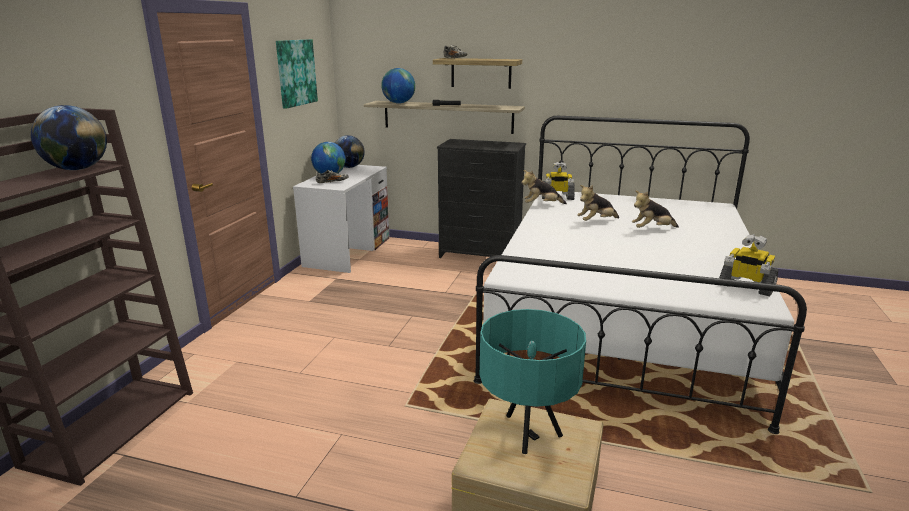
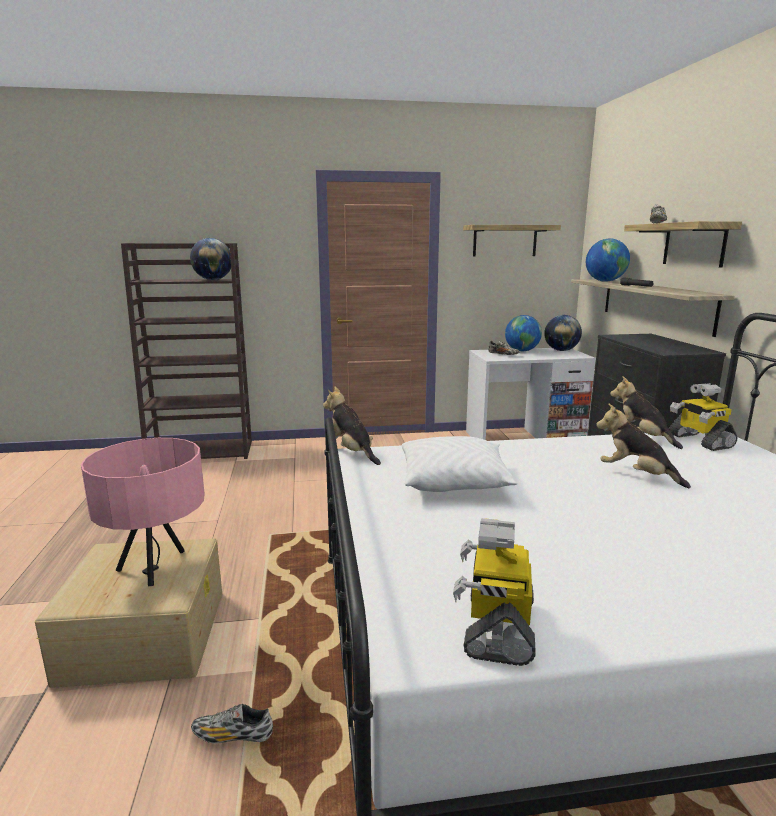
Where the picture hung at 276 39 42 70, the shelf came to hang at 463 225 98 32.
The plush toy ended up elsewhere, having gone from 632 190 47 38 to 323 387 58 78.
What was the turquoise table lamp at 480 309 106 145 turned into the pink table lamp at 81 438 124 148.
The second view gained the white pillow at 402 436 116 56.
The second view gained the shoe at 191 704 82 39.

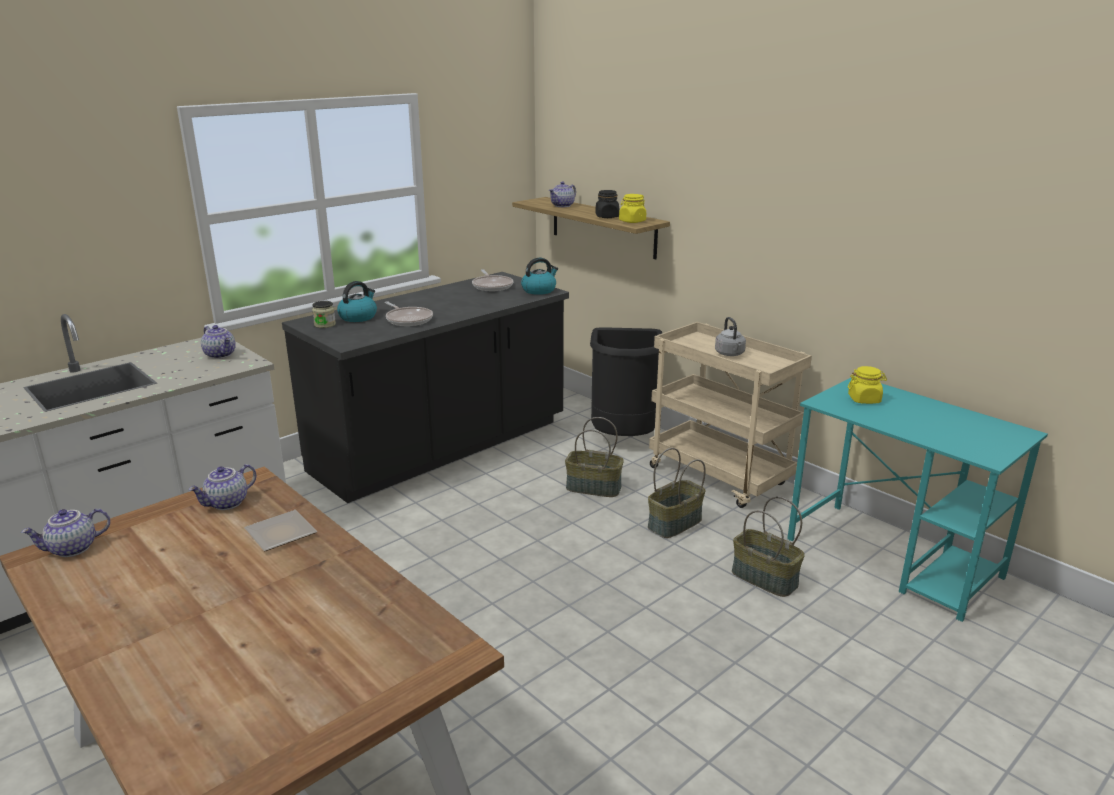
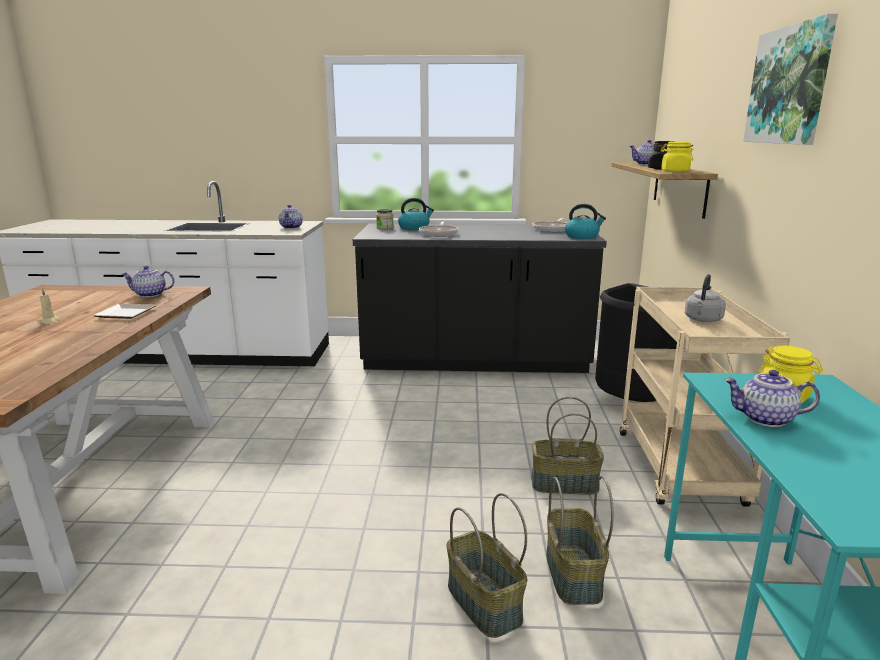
The basket ended up elsewhere, having gone from 565 417 59 80 to 447 493 81 145.
The teapot ended up elsewhere, having gone from 21 508 89 49 to 724 370 96 57.
The second view gained the picture at 743 14 95 131.
The second view gained the beige candle at 38 288 21 36.

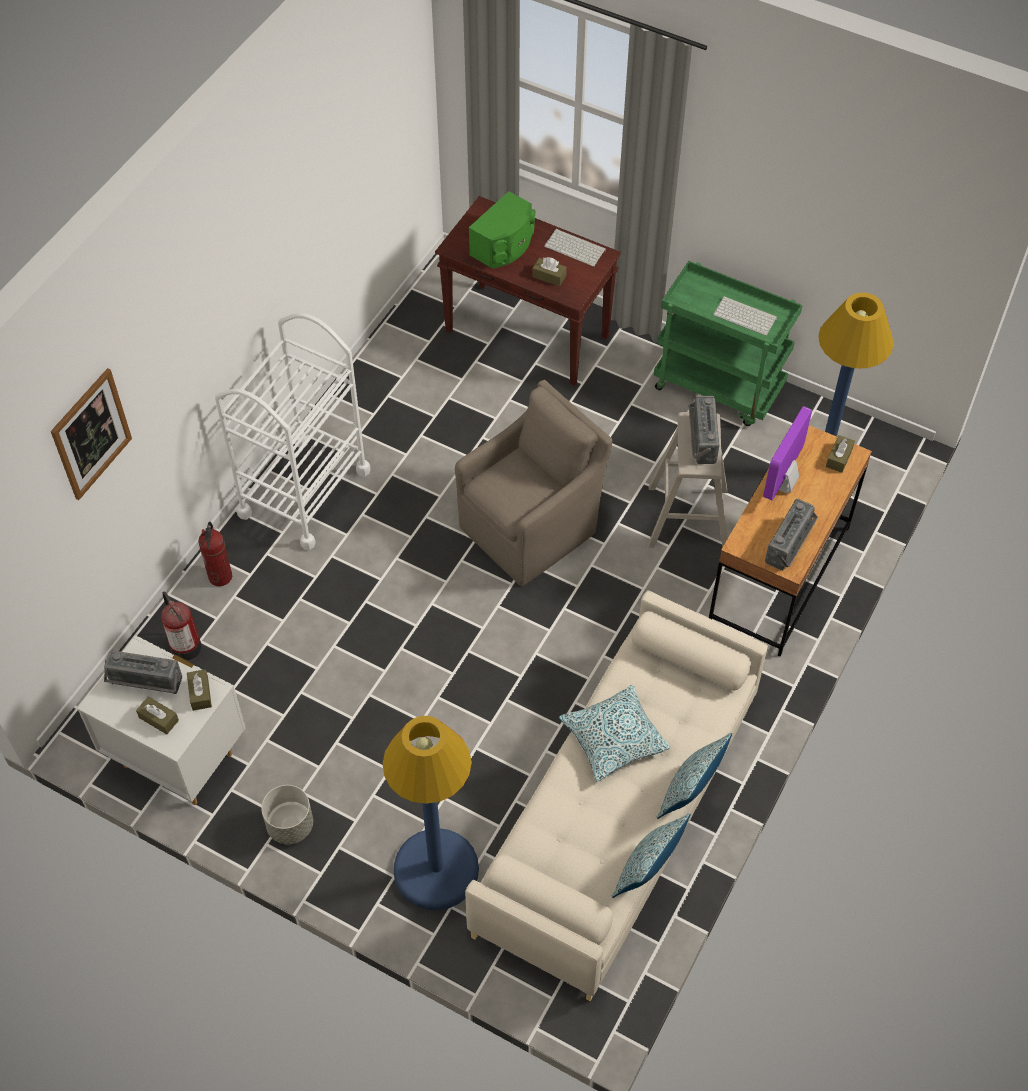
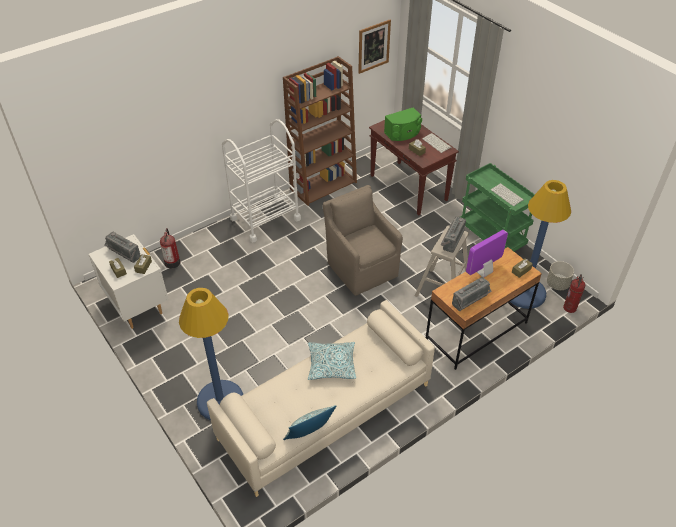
The picture ended up elsewhere, having gone from 51 368 81 132 to 358 20 33 54.
The brown armchair at 455 380 157 206 ended up facing another way, 105 degrees counterclockwise from before.
The fire extinguisher ended up elsewhere, having gone from 198 522 34 64 to 563 274 22 39.
The second view lost the pillow at 657 733 75 86.
The grey planter ended up elsewhere, having gone from 261 785 52 59 to 547 261 27 29.
The second view gained the brown bookcase at 283 56 74 150.

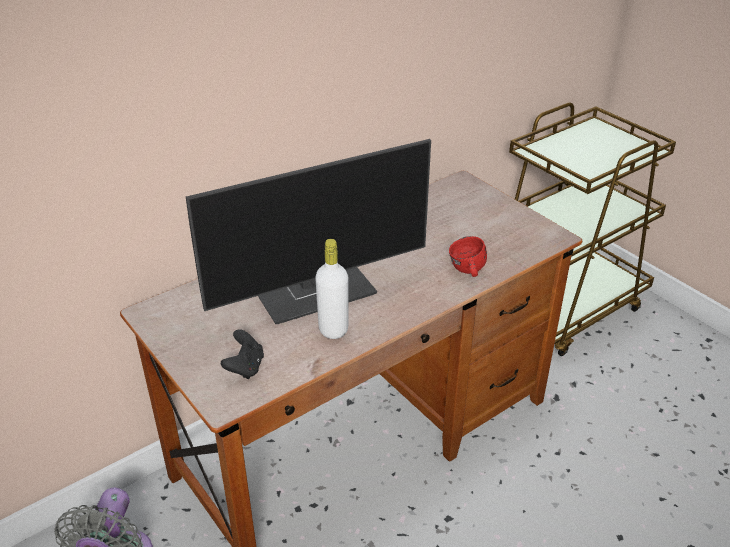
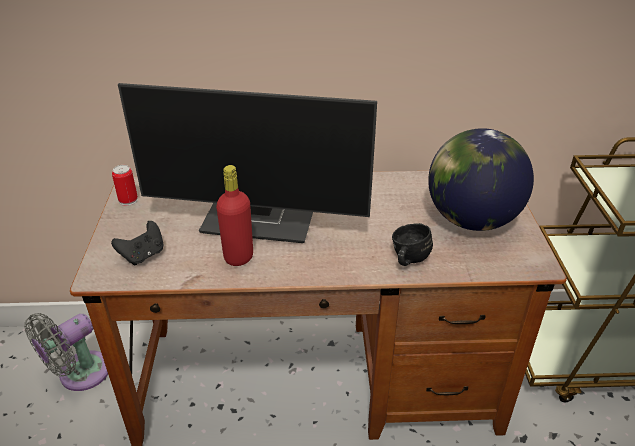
What was the red mug at 449 236 38 41 turned into the black mug at 392 223 41 43.
What was the white bottle at 315 239 33 100 turned into the red bottle at 216 165 37 101.
The second view gained the globe at 428 128 106 103.
The second view gained the can at 112 165 26 41.

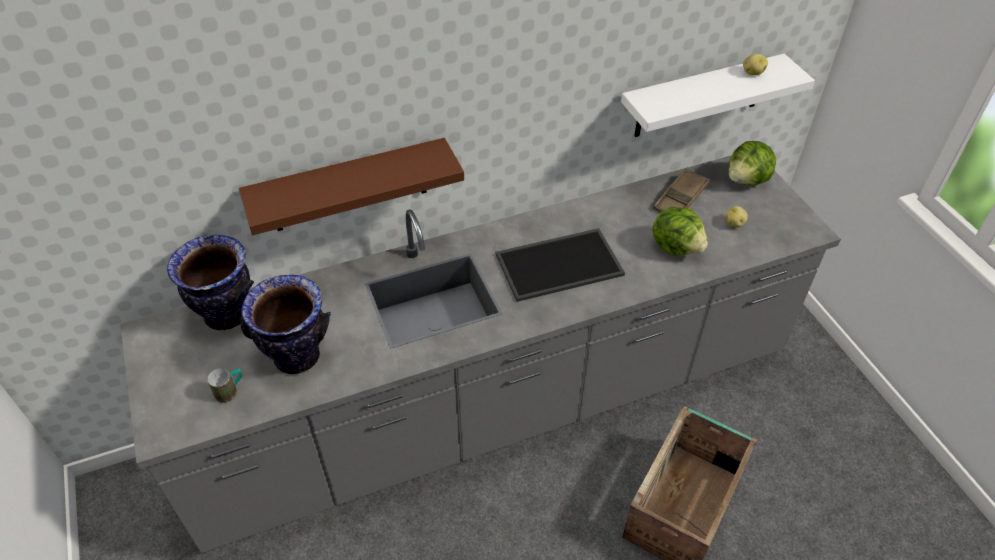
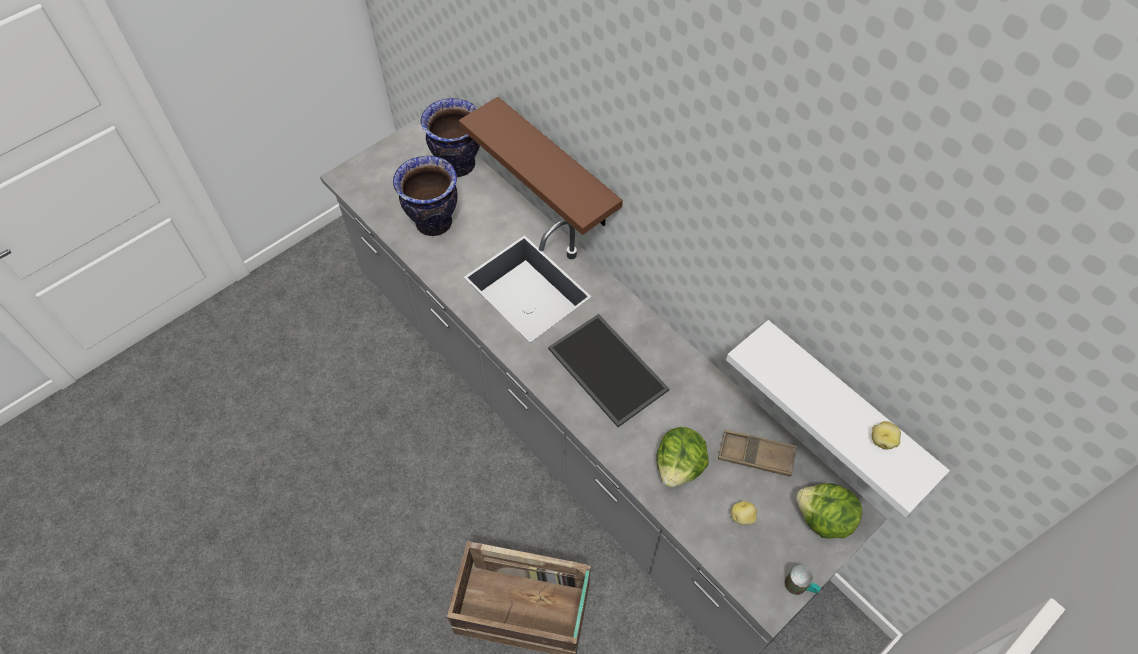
The mug ended up elsewhere, having gone from 207 368 35 35 to 785 565 36 30.

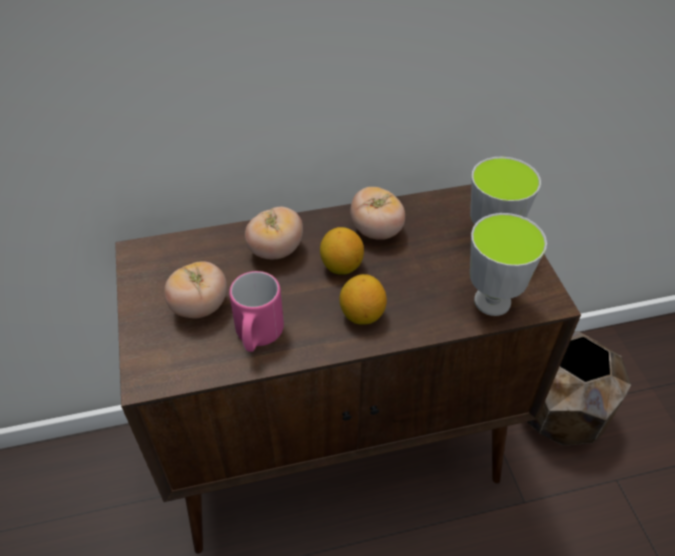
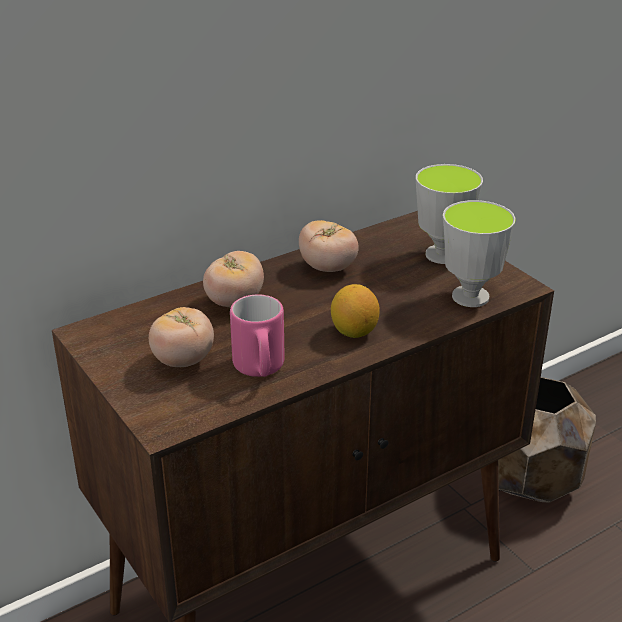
The second view lost the lemon at 320 227 44 48.

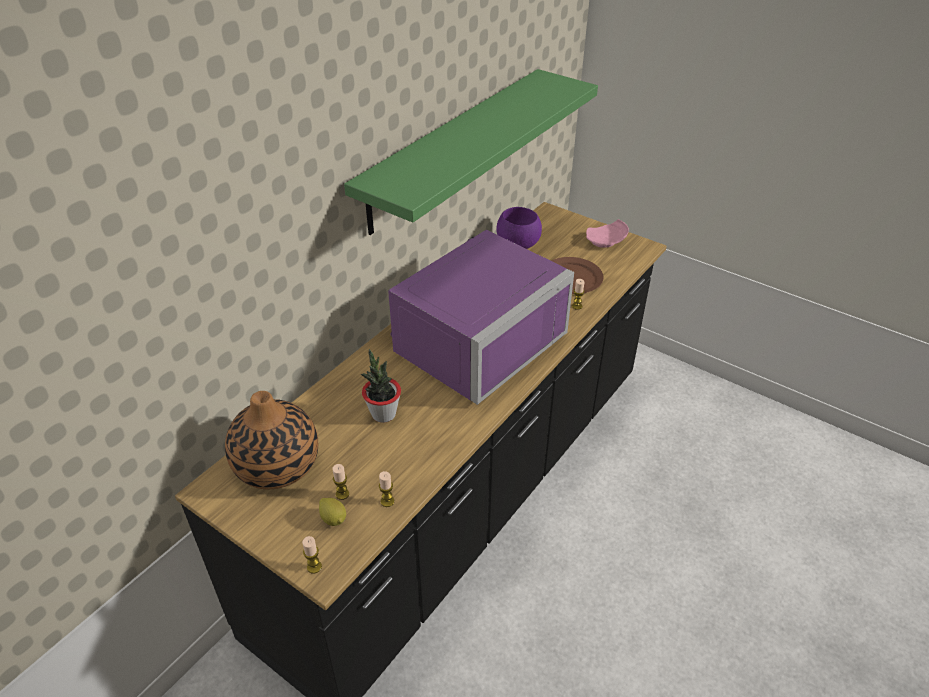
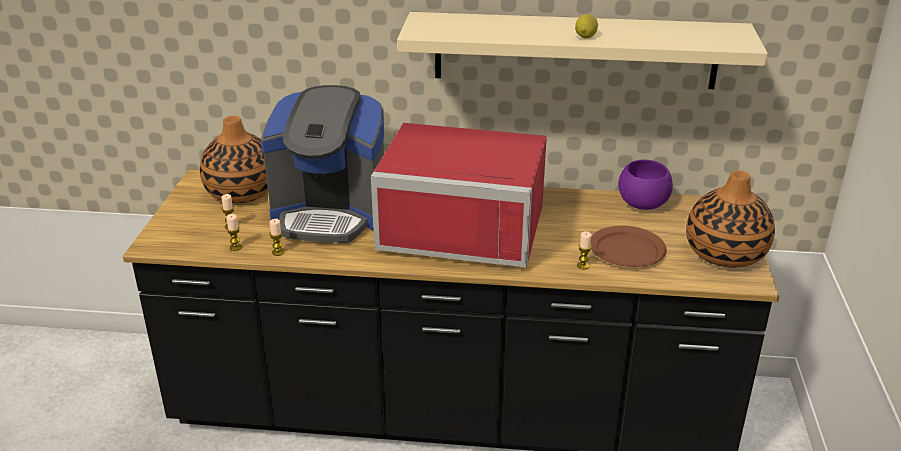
What was the green shelf at 344 69 254 166 turned into the beige shelf at 397 12 371 77.
Where the pink plate stood at 586 219 43 29, the vase came to stand at 686 170 89 98.
What was the purple microwave at 388 230 186 175 turned into the red microwave at 371 123 176 145.
Where the potted plant stood at 361 349 40 74, the coffee machine came to stand at 261 85 123 158.
The lemon ended up elsewhere, having gone from 319 498 27 28 to 575 14 23 24.
The candle ended up elsewhere, having gone from 302 536 20 38 to 270 219 15 37.

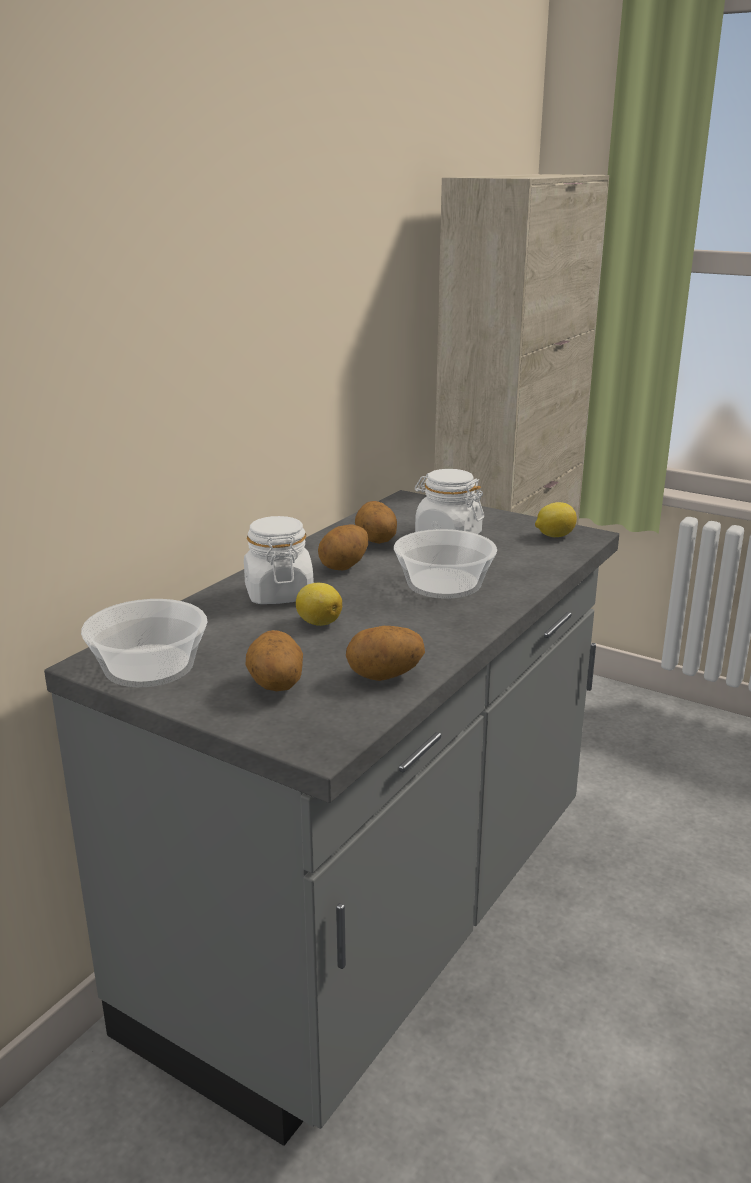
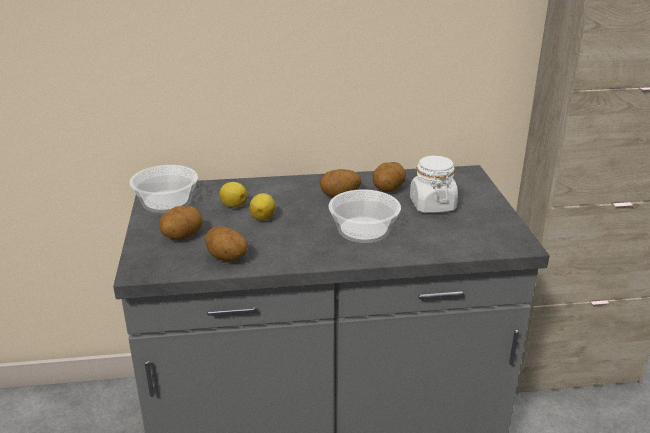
The lemon ended up elsewhere, having gone from 535 502 42 35 to 219 182 29 26.
The second view lost the white jar at 244 516 70 88.

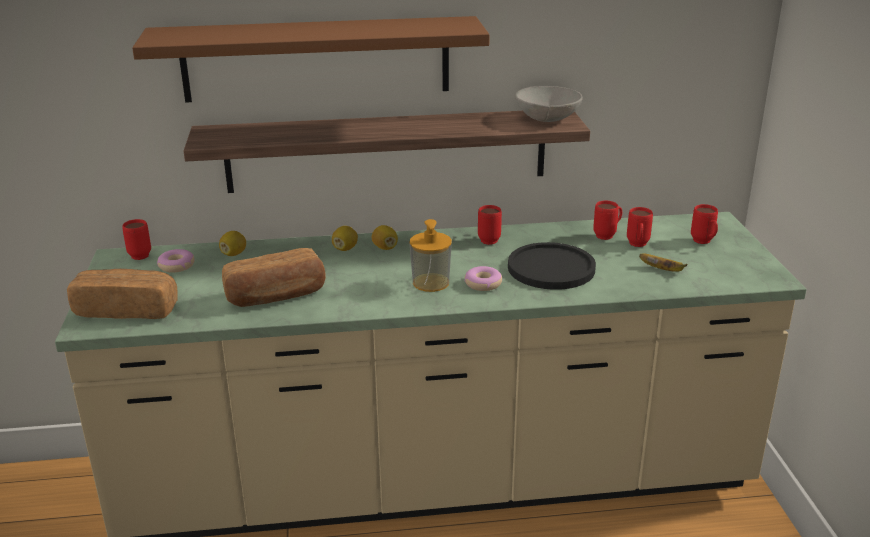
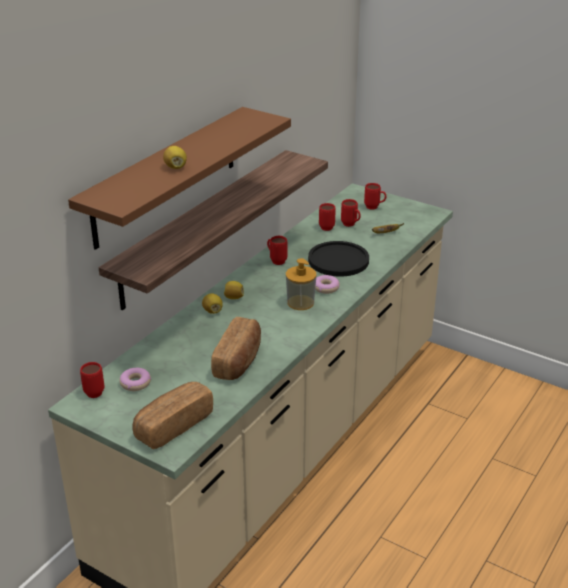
The second view lost the grey bowl at 515 86 68 36.
The lemon ended up elsewhere, having gone from 219 231 27 25 to 163 146 24 23.

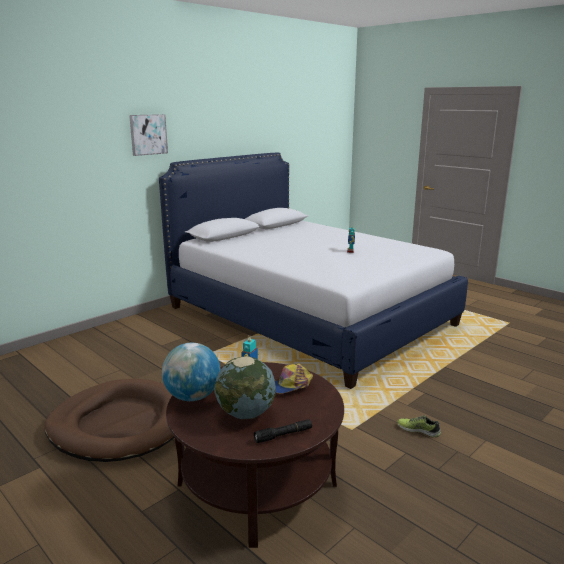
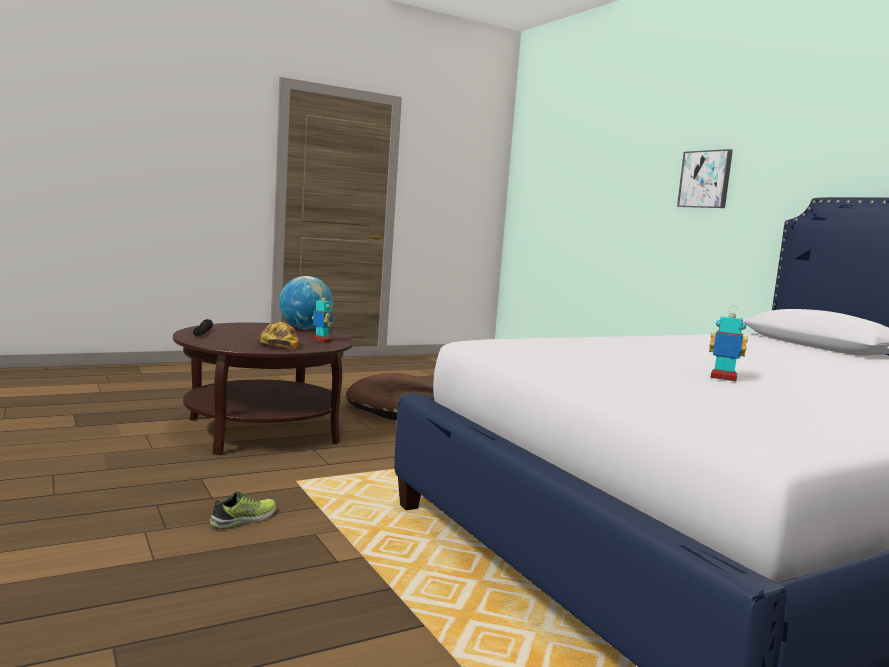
The picture ended up elsewhere, having gone from 129 114 39 42 to 677 149 56 59.
The second view lost the globe at 215 356 61 63.

